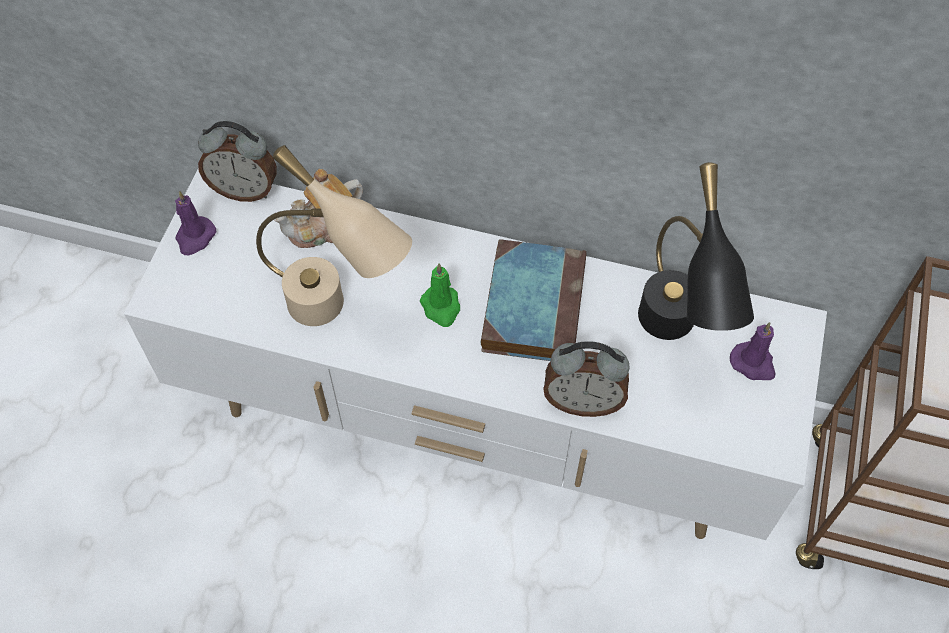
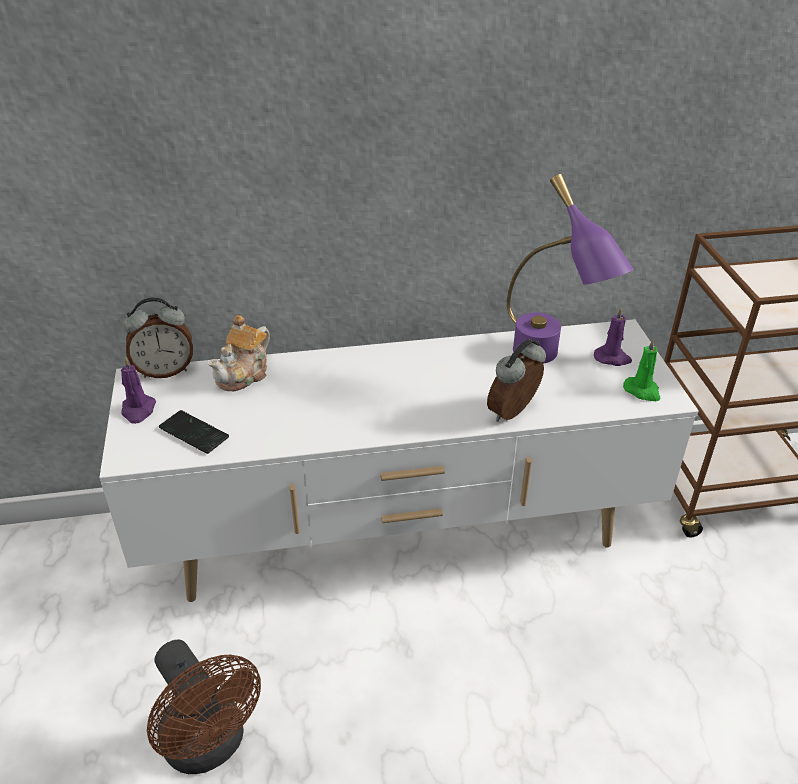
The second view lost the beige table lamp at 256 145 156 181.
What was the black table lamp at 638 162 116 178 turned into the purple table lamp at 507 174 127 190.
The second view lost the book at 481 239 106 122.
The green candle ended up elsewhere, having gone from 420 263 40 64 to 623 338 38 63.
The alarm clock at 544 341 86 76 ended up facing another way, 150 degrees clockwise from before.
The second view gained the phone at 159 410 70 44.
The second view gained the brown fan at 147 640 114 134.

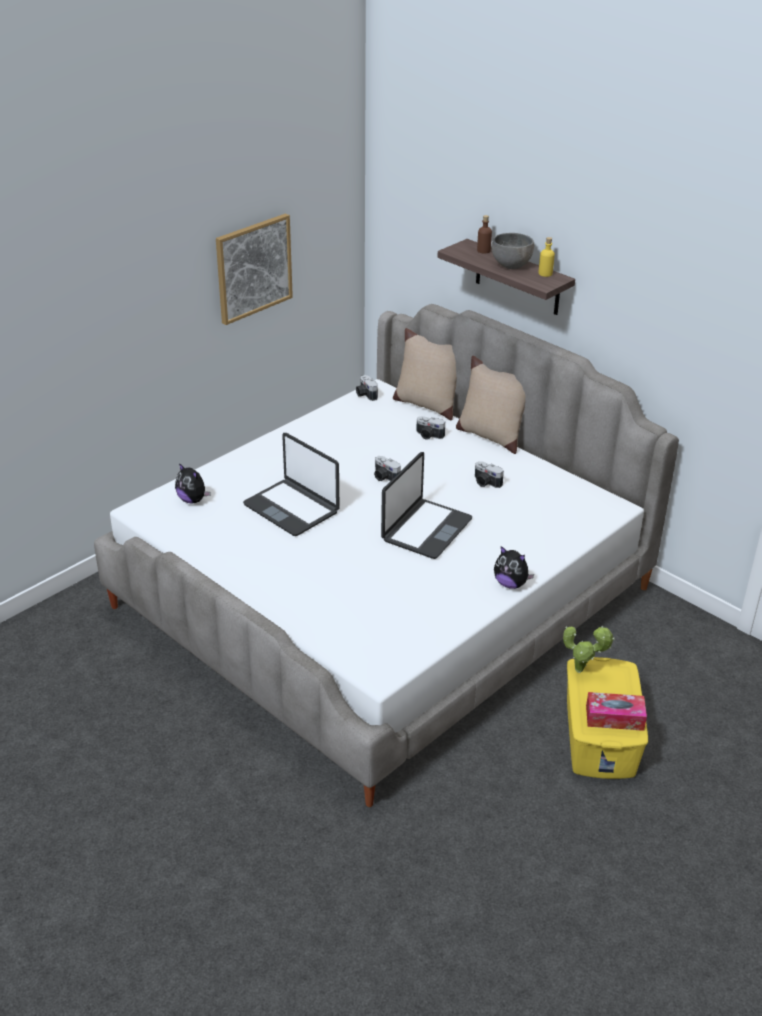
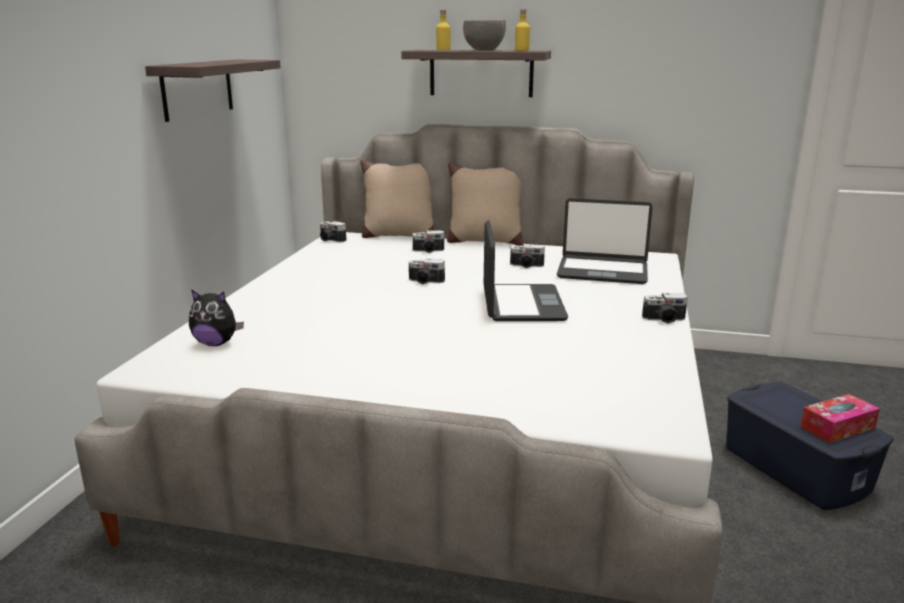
Where the picture hung at 216 213 77 112, the shelf came to hang at 145 60 136 62.
What was the brown bottle at 477 215 15 39 turned into the yellow bottle at 436 10 14 40.
The laptop ended up elsewhere, having gone from 243 433 96 103 to 557 198 96 86.
Where the plush toy stood at 494 546 40 43, the photo camera came to stand at 642 293 46 31.
The second view lost the potted plant at 563 626 52 47.
What was the yellow storage box at 567 657 81 122 turned into the blue storage box at 726 382 168 128.

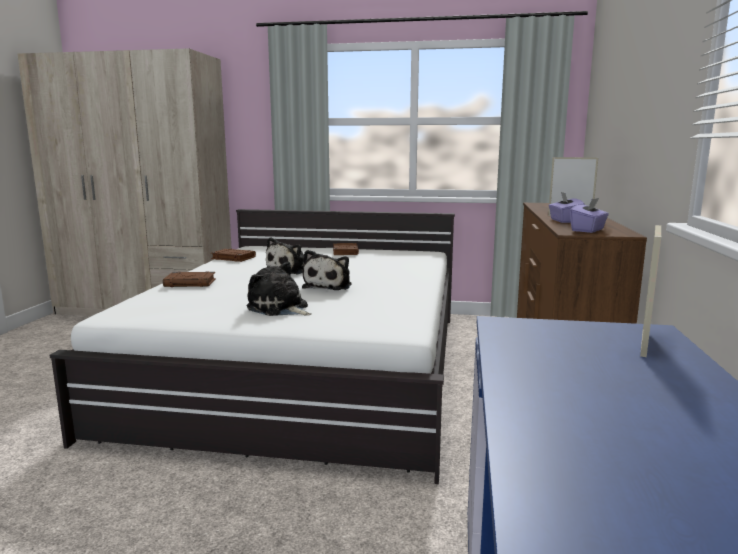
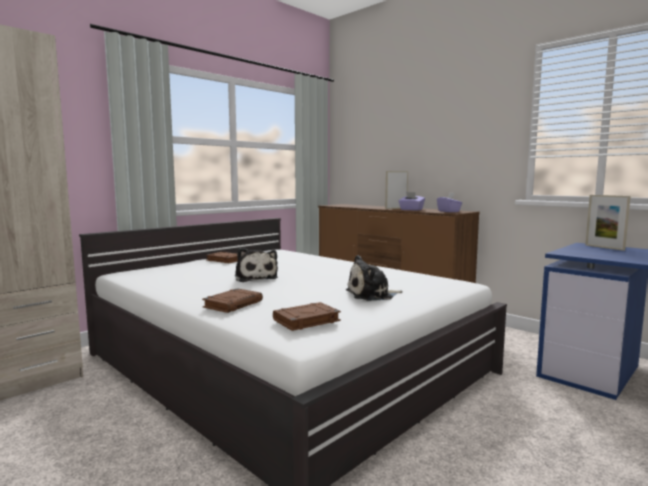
The brown book ended up elsewhere, having gone from 211 249 45 13 to 273 302 68 29.
The second view lost the plush toy at 302 250 50 40.

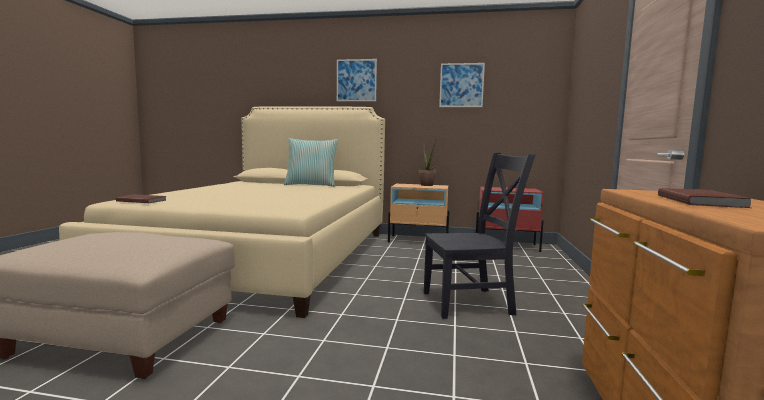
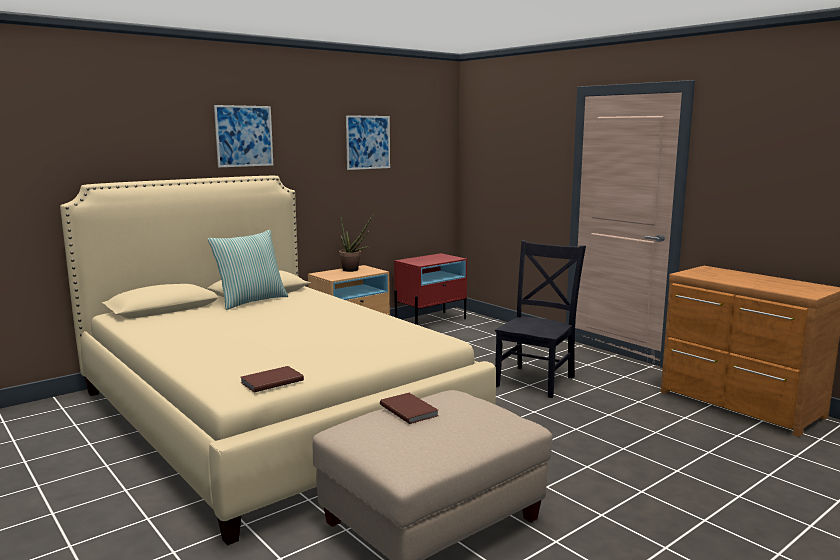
The brown book ended up elsewhere, having gone from 658 188 96 20 to 380 393 58 31.

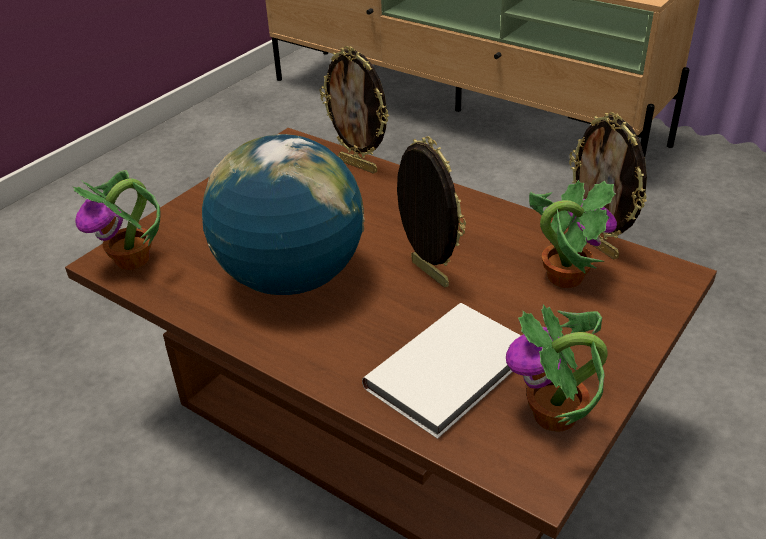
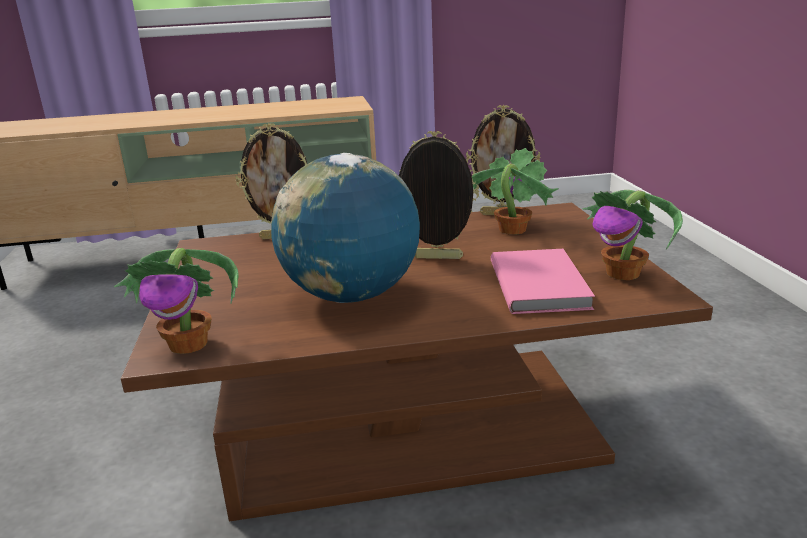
What was the white book at 362 303 159 136 turned into the pink book at 491 249 104 65.

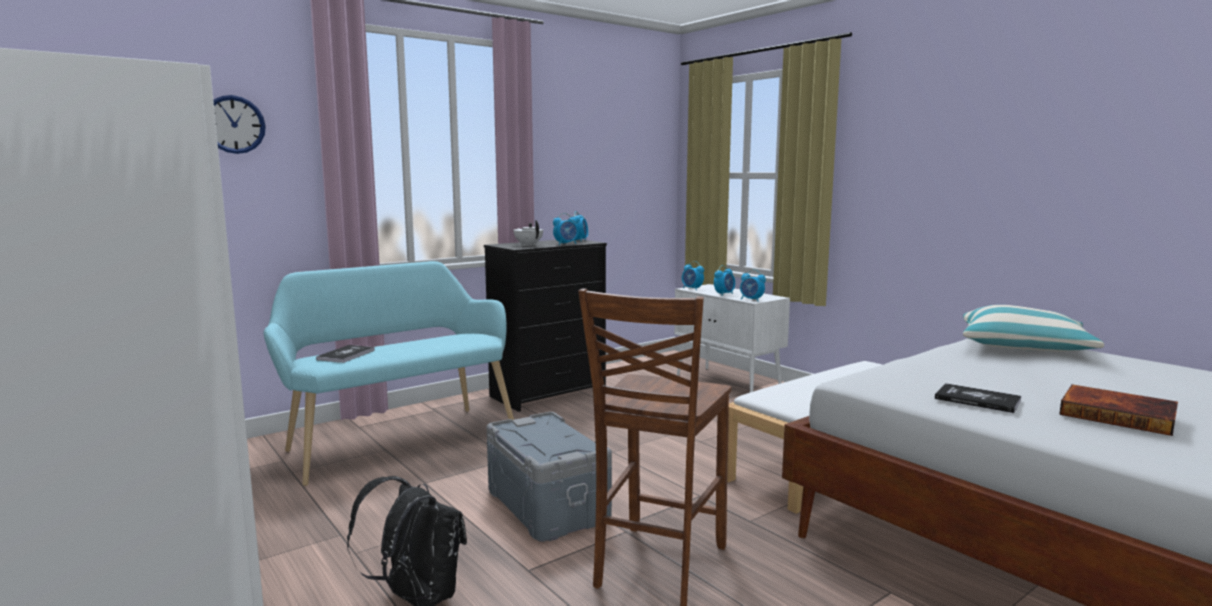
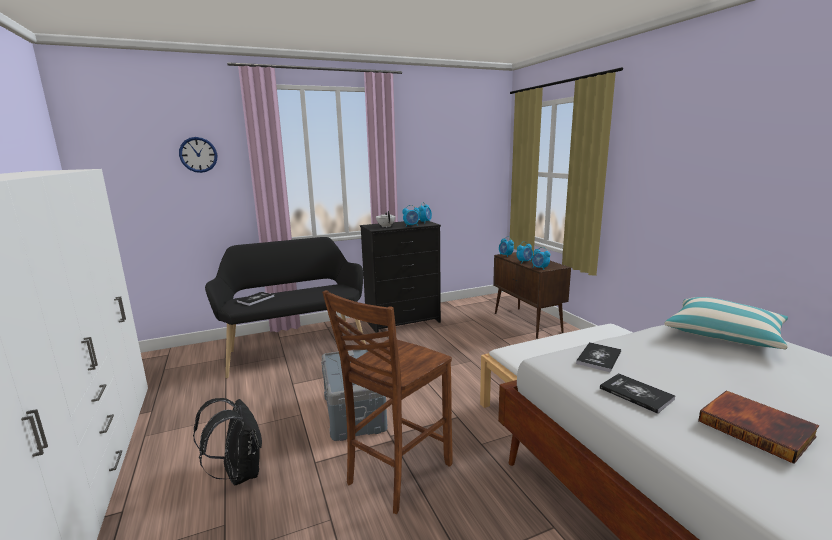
What was the turquoise bench at 263 261 251 225 turned into the black bench at 205 237 161 141.
What was the white cabinet at 674 284 116 108 turned into the brown cabinet at 493 252 78 87.
The second view gained the book at 576 342 45 30.

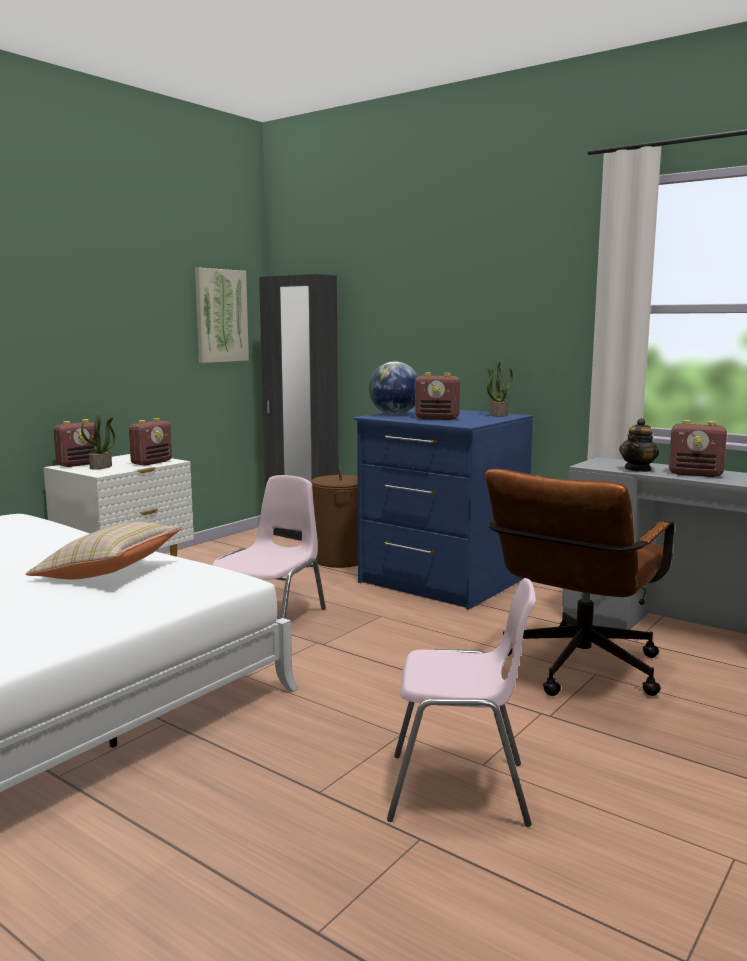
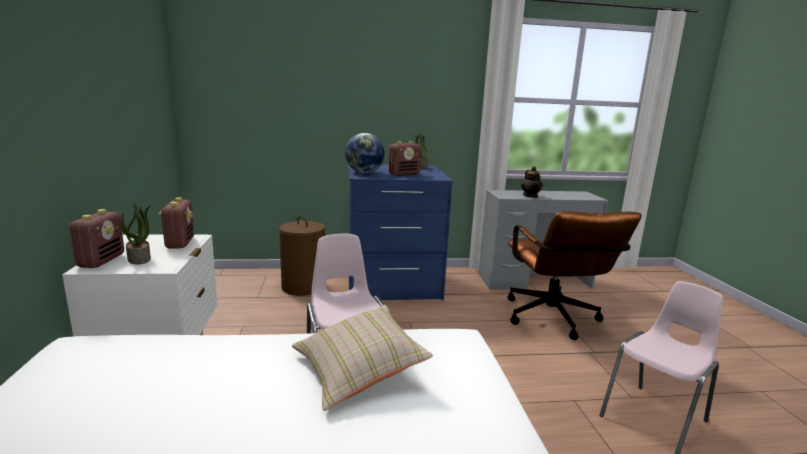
The second view lost the picture at 195 268 54 95.
The second view lost the black wardrobe at 259 274 80 267.
The second view lost the radio at 669 420 58 57.

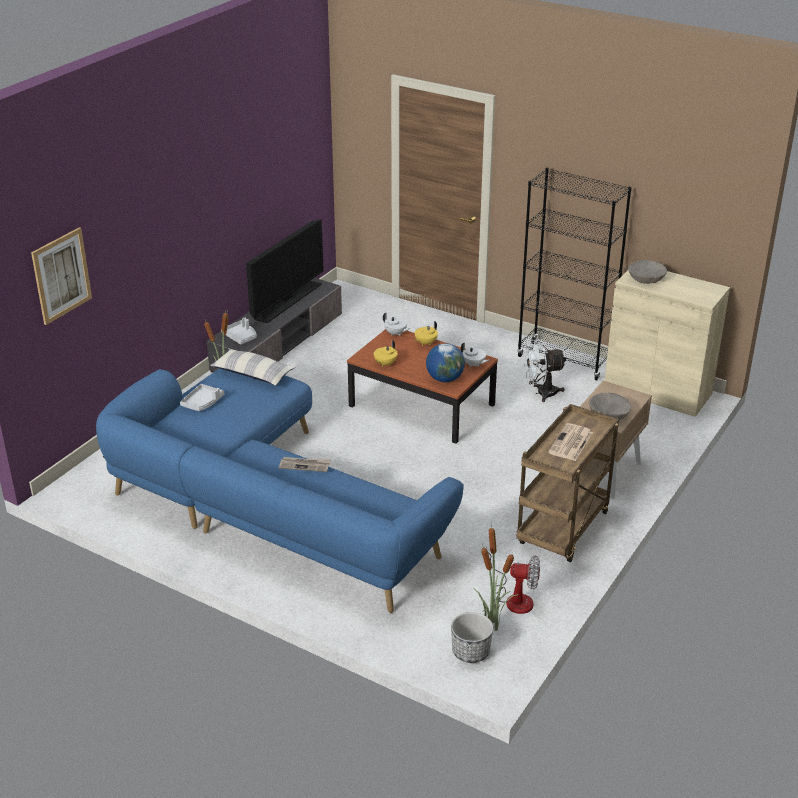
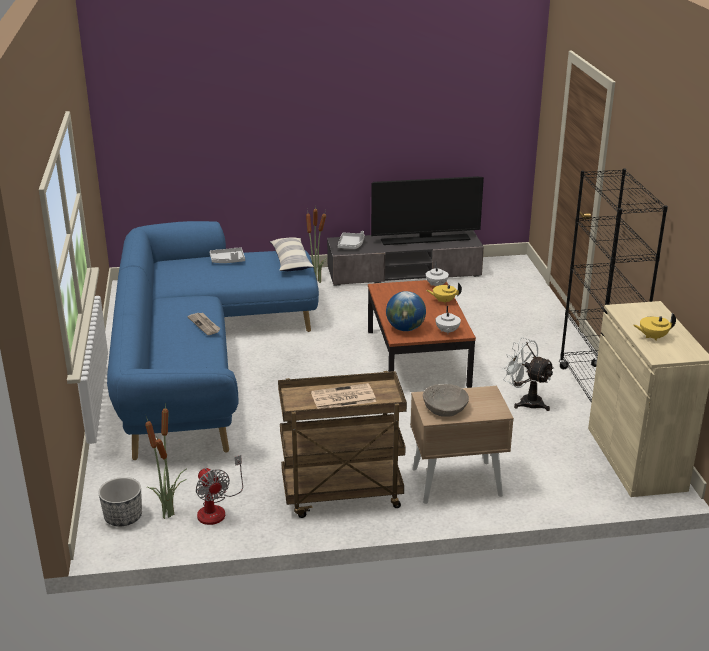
The second view lost the picture at 31 227 61 98.
The second view lost the beige bowl at 628 260 39 24.
The yellow teapot ended up elsewhere, having gone from 374 340 24 27 to 633 313 43 28.

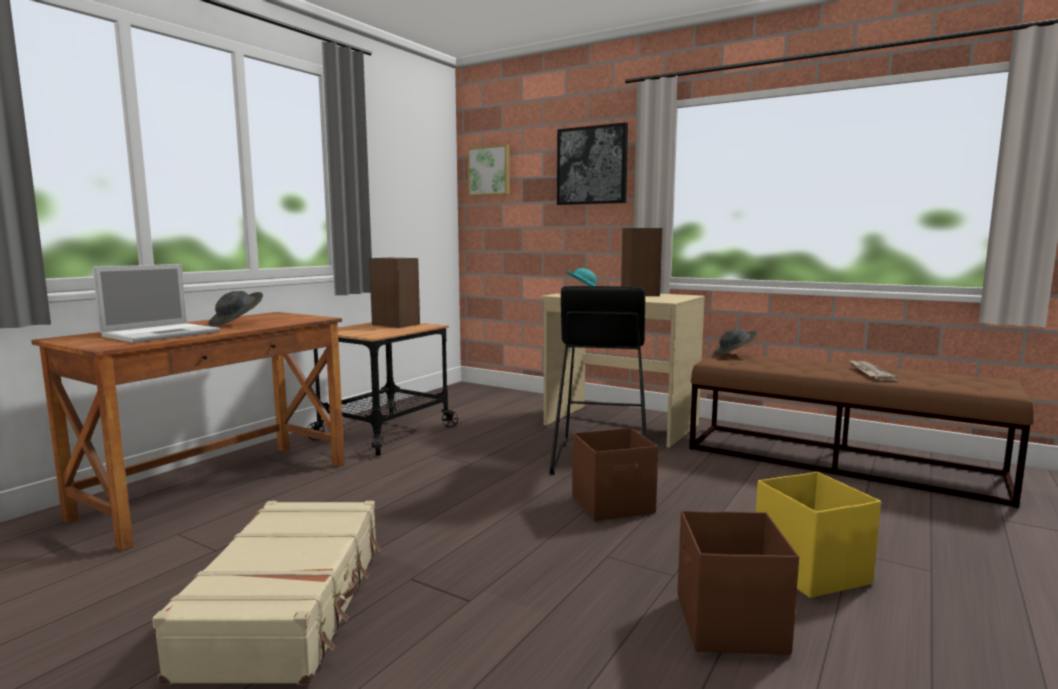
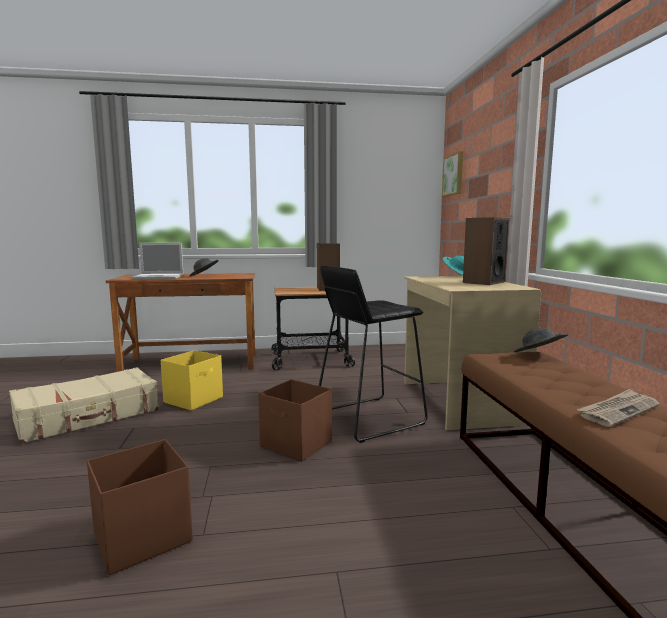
The second view lost the picture at 557 122 71 83.
The yellow storage box ended up elsewhere, having gone from 756 472 125 126 to 161 350 62 60.

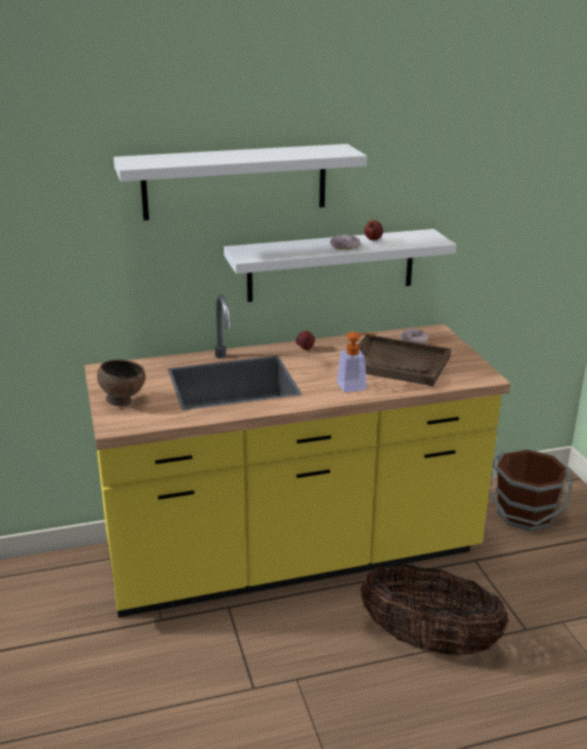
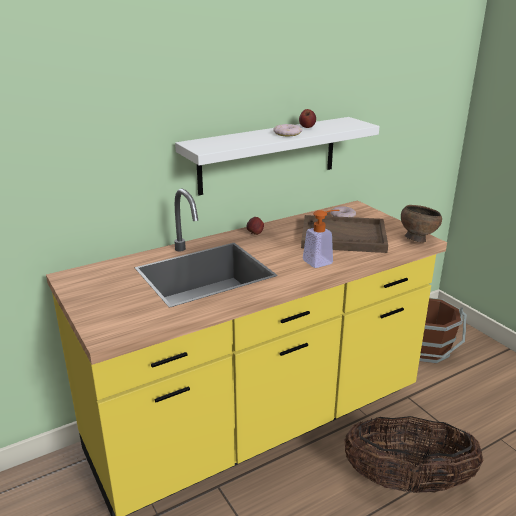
The second view lost the white shelf at 113 144 254 77.
The brown bowl ended up elsewhere, having gone from 97 359 49 47 to 401 205 41 37.

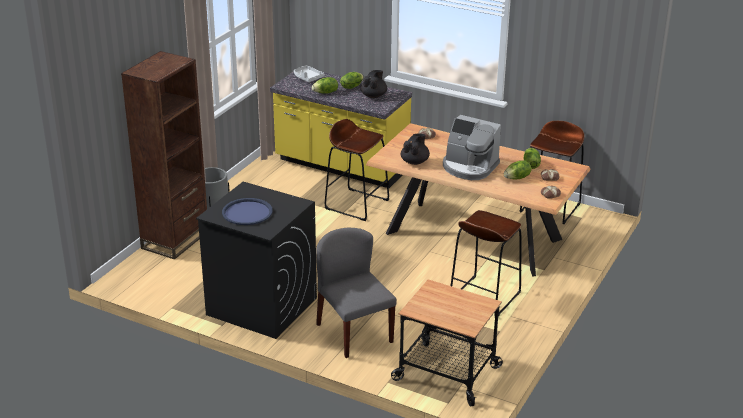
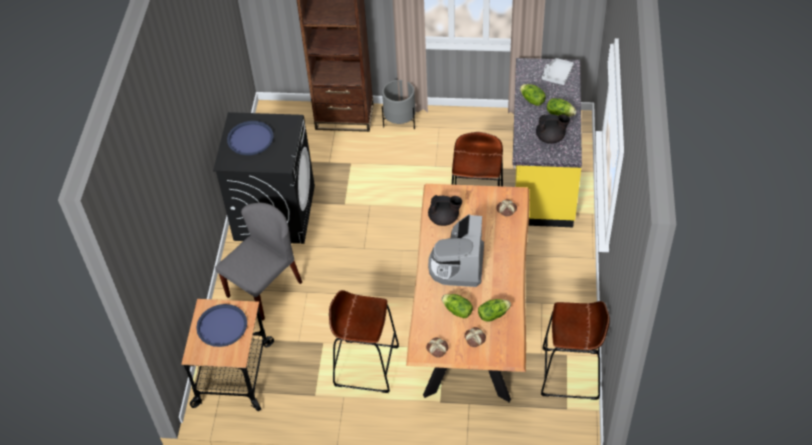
The second view gained the blue tray at 196 304 51 43.

